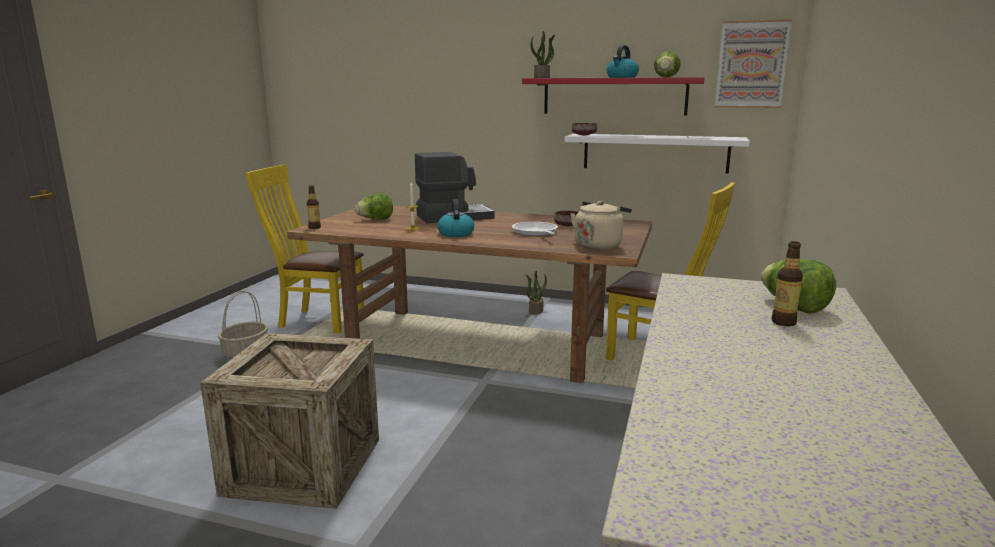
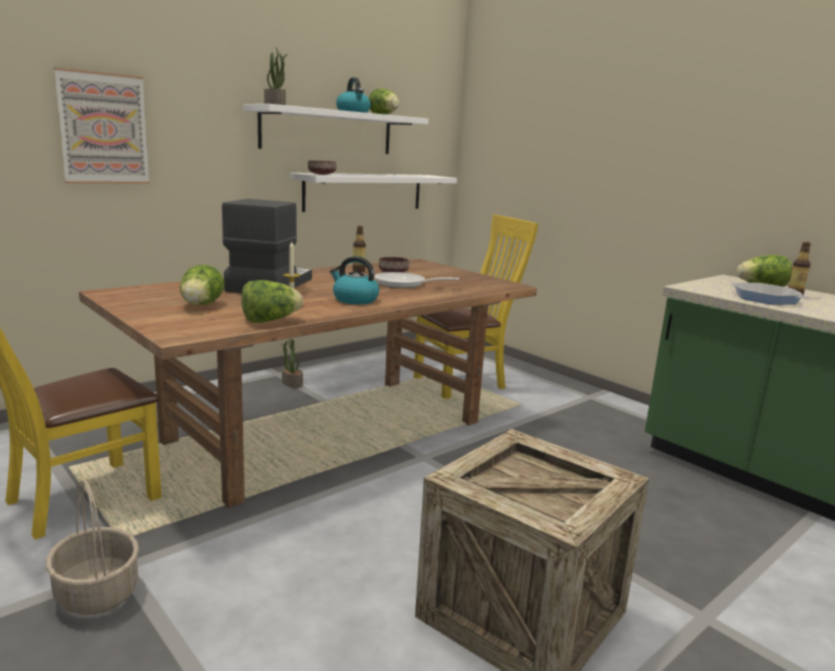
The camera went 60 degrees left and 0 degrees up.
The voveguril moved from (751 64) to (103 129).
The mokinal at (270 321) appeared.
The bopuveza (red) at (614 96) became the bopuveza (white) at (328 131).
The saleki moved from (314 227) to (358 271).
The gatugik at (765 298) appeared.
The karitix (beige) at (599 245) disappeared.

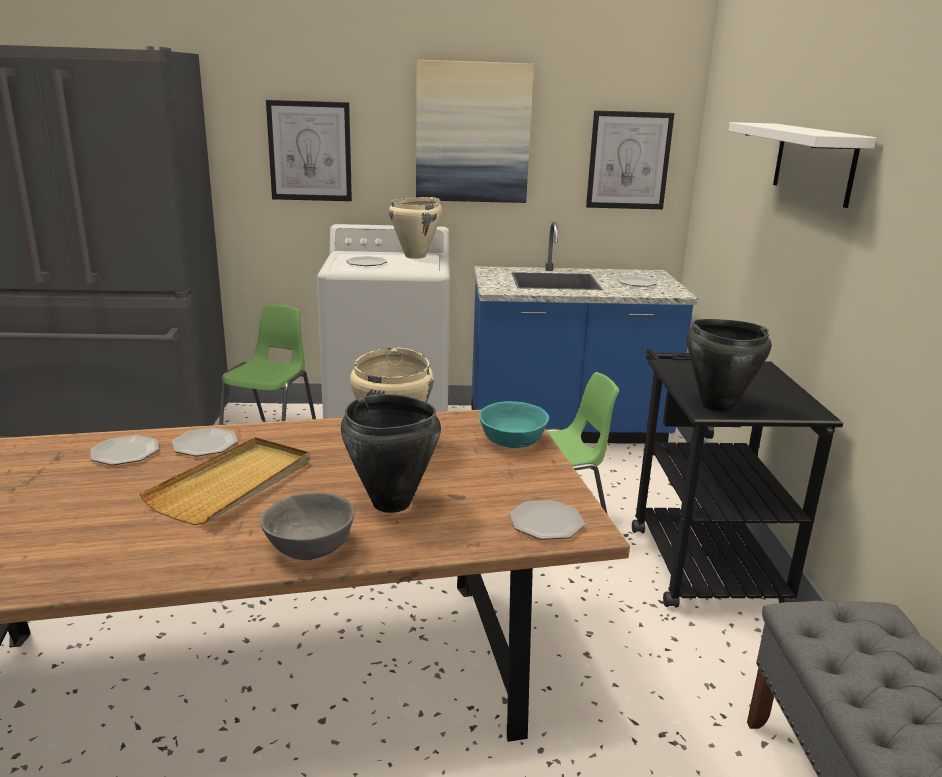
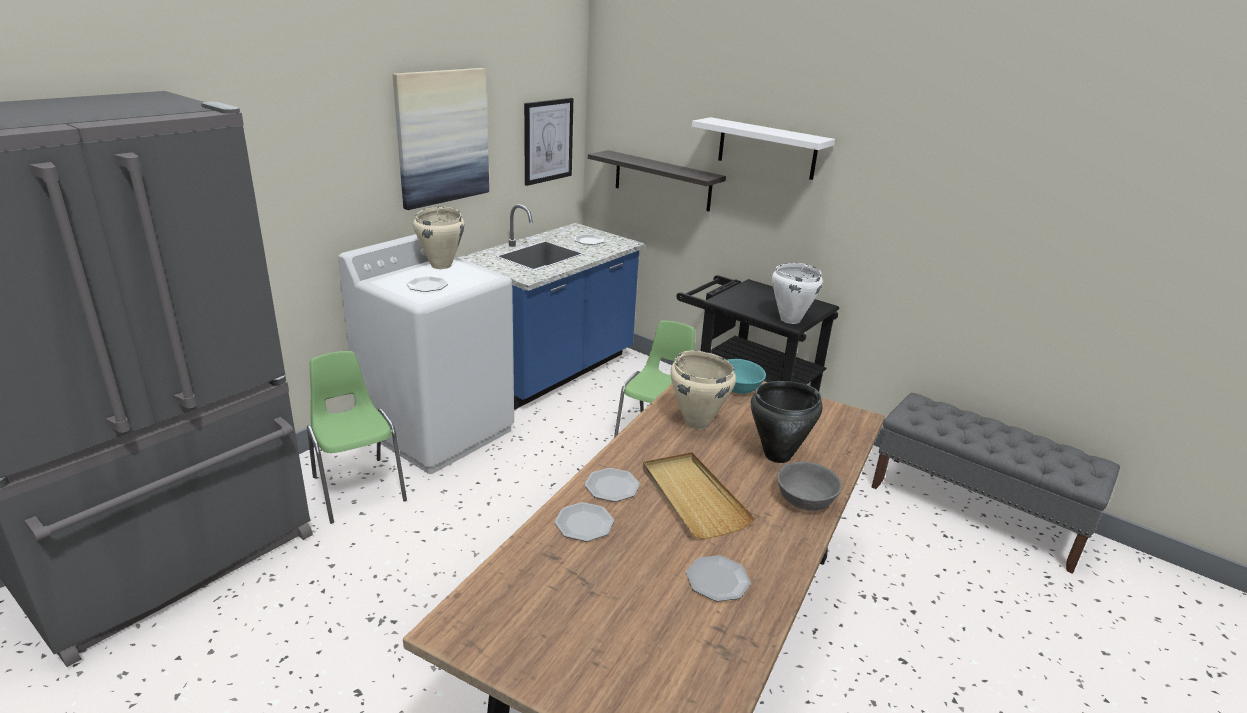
The camera went 50 degrees left and 5 degrees up.
The bopuveza at (662 180) appeared.
The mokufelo moved from (545 523) to (718 580).
The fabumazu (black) at (716 406) became the fabumazu (white) at (789 320).
The voveguril at (310 151) disappeared.

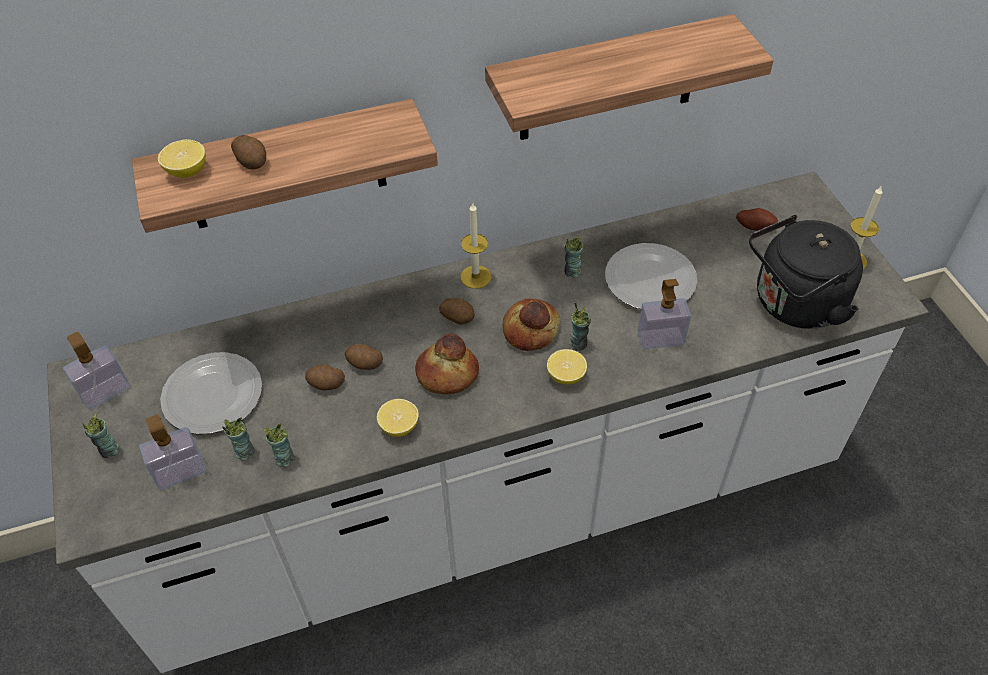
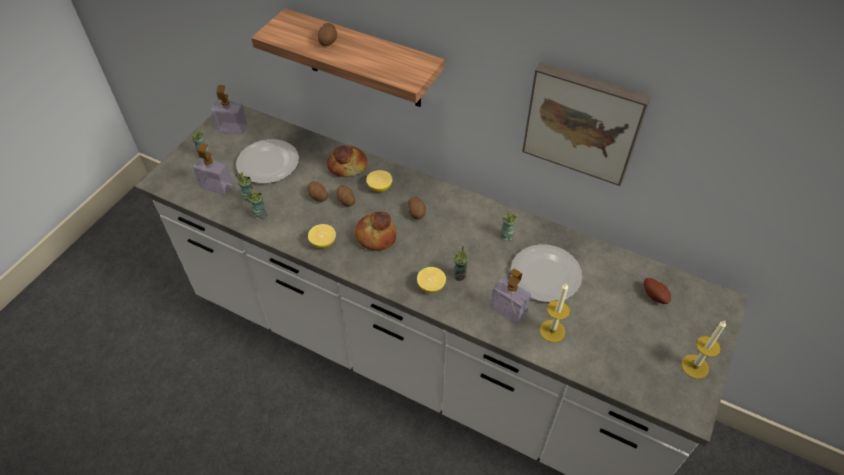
The camera went 45 degrees right and 0 degrees up.
The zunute moved from (530 330) to (347 166).
The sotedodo moved from (187 171) to (380 187).
The bopuveza at (608 80) was replaced by the voveguril at (583 122).
The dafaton moved from (475 277) to (552 331).
The karitix (black) at (794 305) disappeared.

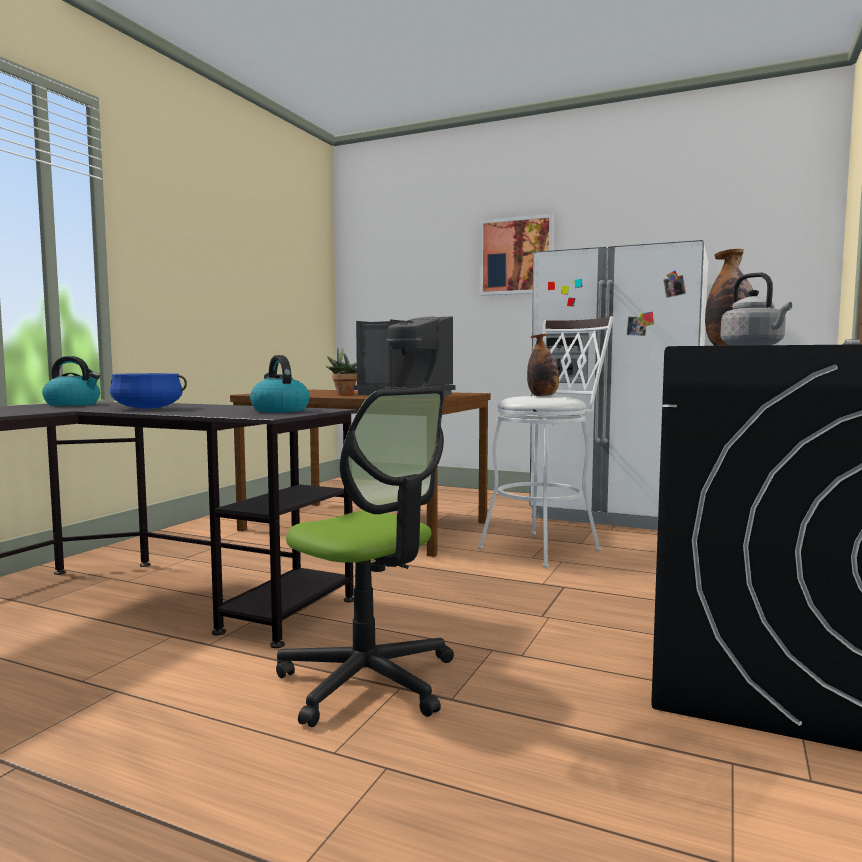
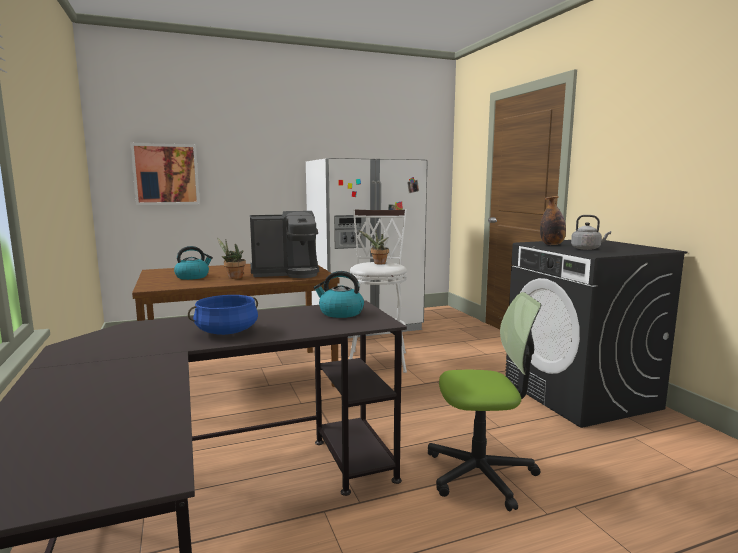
The camera went 45 degrees left and 5 degrees up.
The voveguril moved from (516 256) to (166 174).
The karitix moved from (73 404) to (193 277).
The saleki at (543 396) was replaced by the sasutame at (378 263).

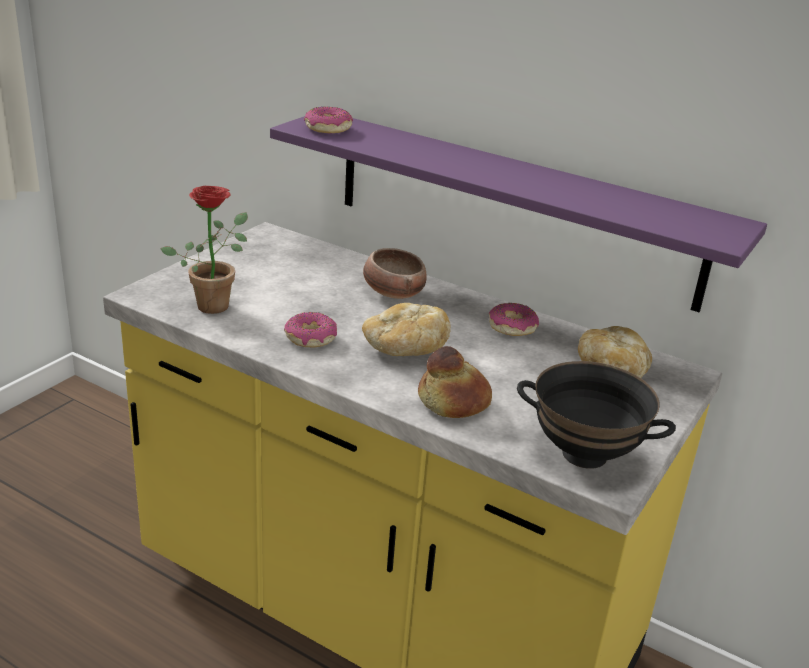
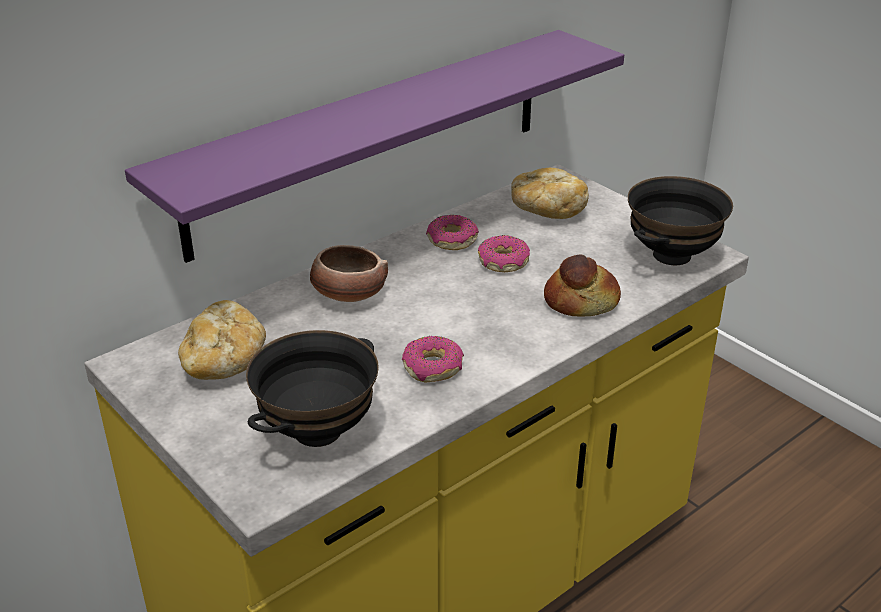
The camera went 70 degrees left and 5 degrees up.
The zunute moved from (404 349) to (224 362).
The sasutame at (215 303) was replaced by the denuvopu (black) at (317 430).
The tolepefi moved from (327 129) to (503 262).

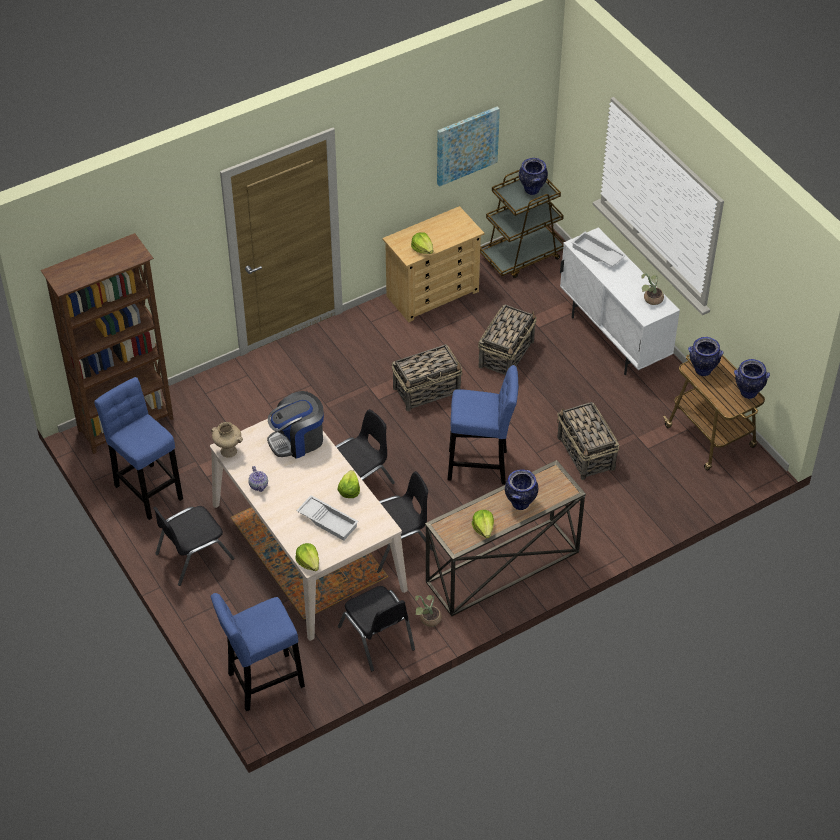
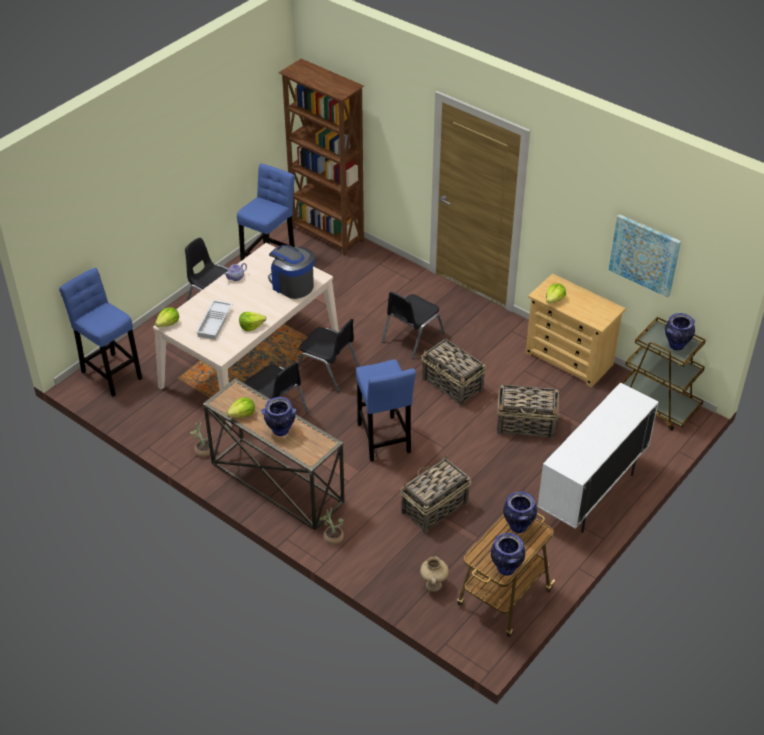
The camera went 70 degrees right and 5 degrees down.
The sasutame moved from (650 299) to (332 536).
The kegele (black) moved from (377 638) to (412 337).
The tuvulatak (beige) moved from (228 451) to (433 584).
The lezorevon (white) at (597 254) disappeared.

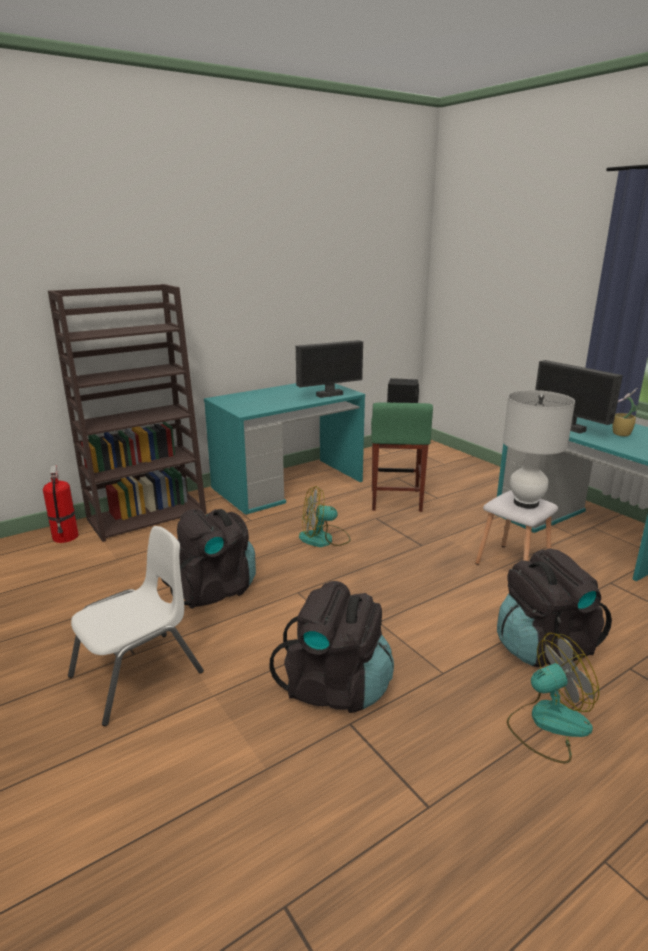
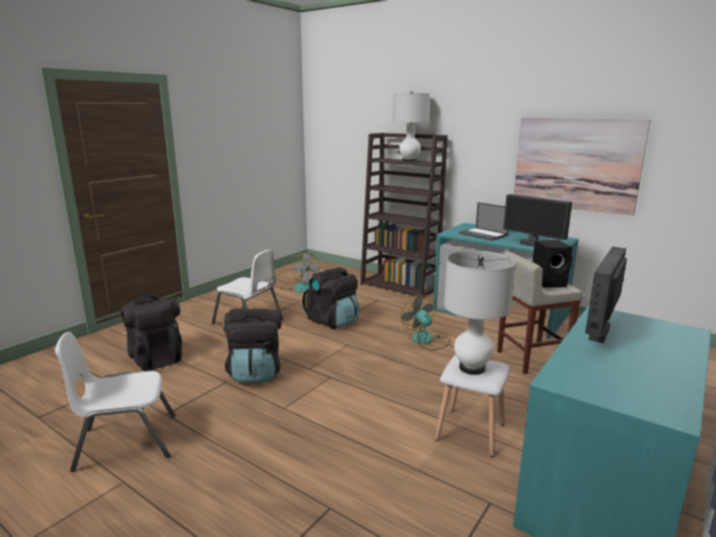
The camera went 70 degrees right and 5 degrees down.
The kegele (white) at (126 442) appeared.
The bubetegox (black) moved from (543 647) to (156 358).
The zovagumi moved from (548 724) to (299 287).
The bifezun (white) at (409 161) appeared.
The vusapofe at (484 234) appeared.
The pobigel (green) at (395 500) became the pobigel (beige) at (530 359).
The voveguril at (576 164) appeared.
The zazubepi at (65 537) disappeared.
The sasutame at (620 434) disappeared.

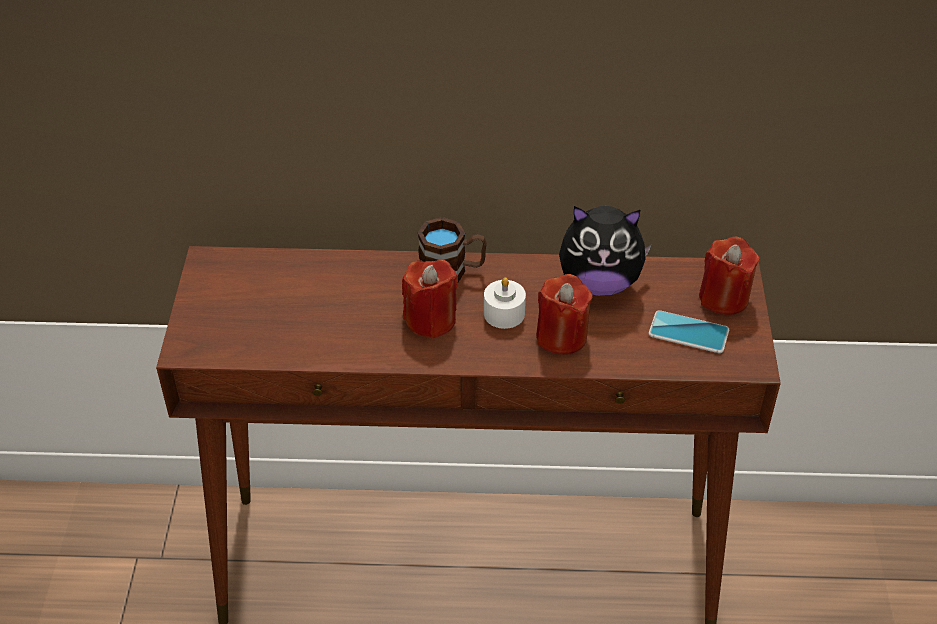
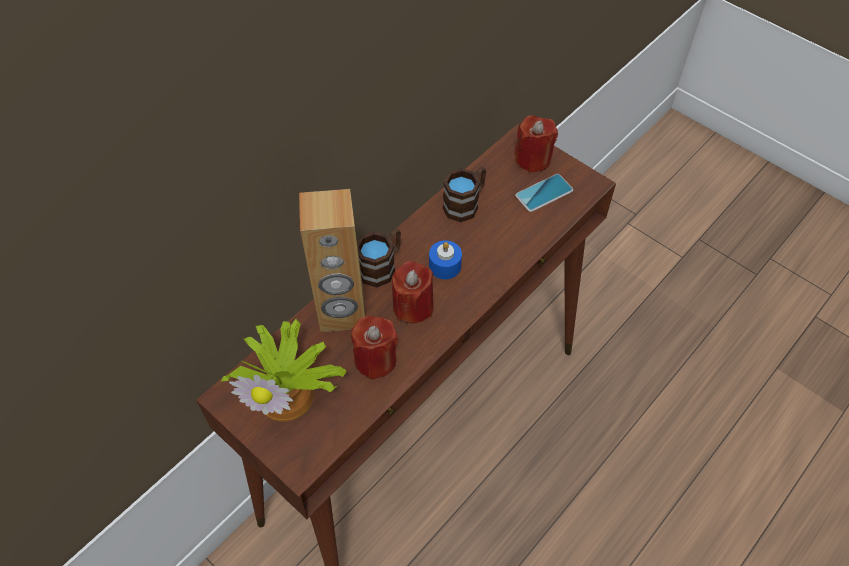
The camera went 50 degrees left and 10 degrees up.
The sasutame at (289 392) appeared.
The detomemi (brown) at (342 313) appeared.
The dafaton (red) moved from (561 336) to (375 359).
The dafaton (white) at (504 313) became the dafaton (blue) at (445 266).
The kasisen at (599 283) was replaced by the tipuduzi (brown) at (465 203).

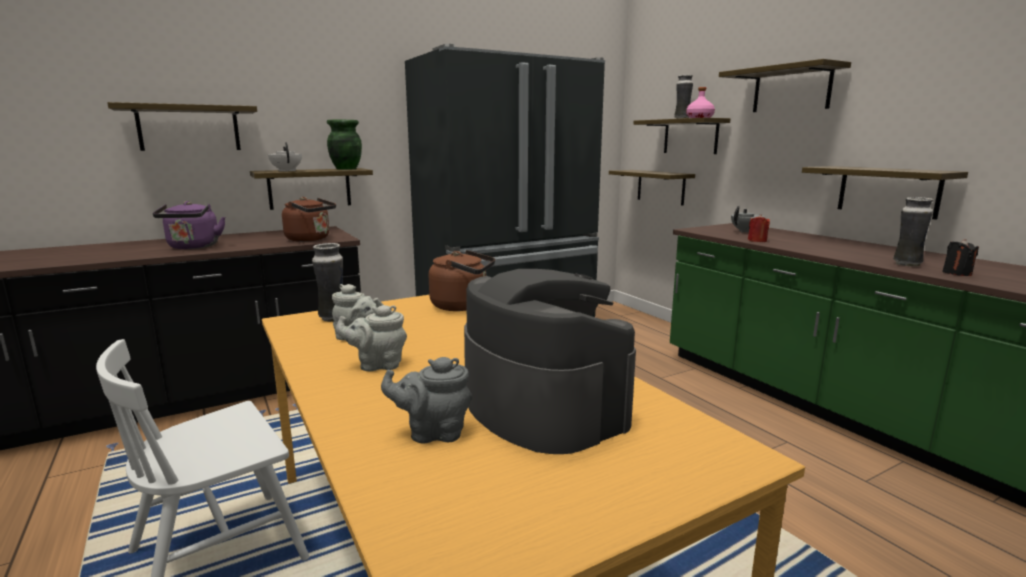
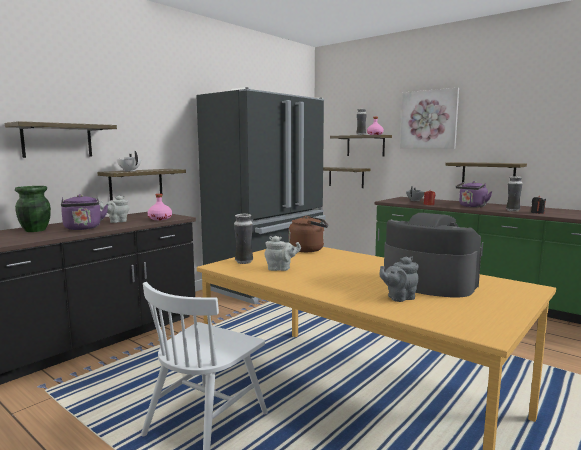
The camera went 20 degrees left and 5 degrees down.
The tuvulatak (green) moved from (346 169) to (35 230).
The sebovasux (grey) moved from (377 365) to (117 221).
The karitix (brown) at (310 239) was replaced by the saleki (pink) at (160 219).
The bopuveza at (791 89) was replaced by the voveguril at (429 119).
The karitix (purple) at (472 206) appeared.

